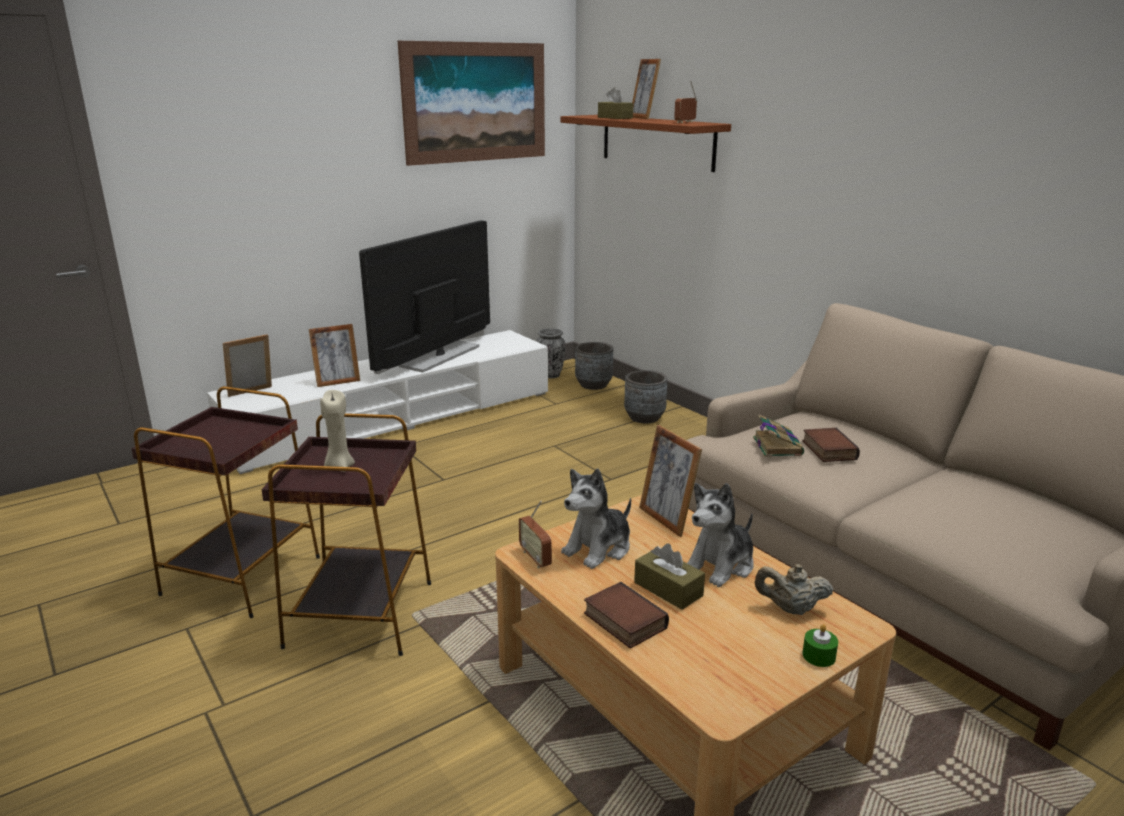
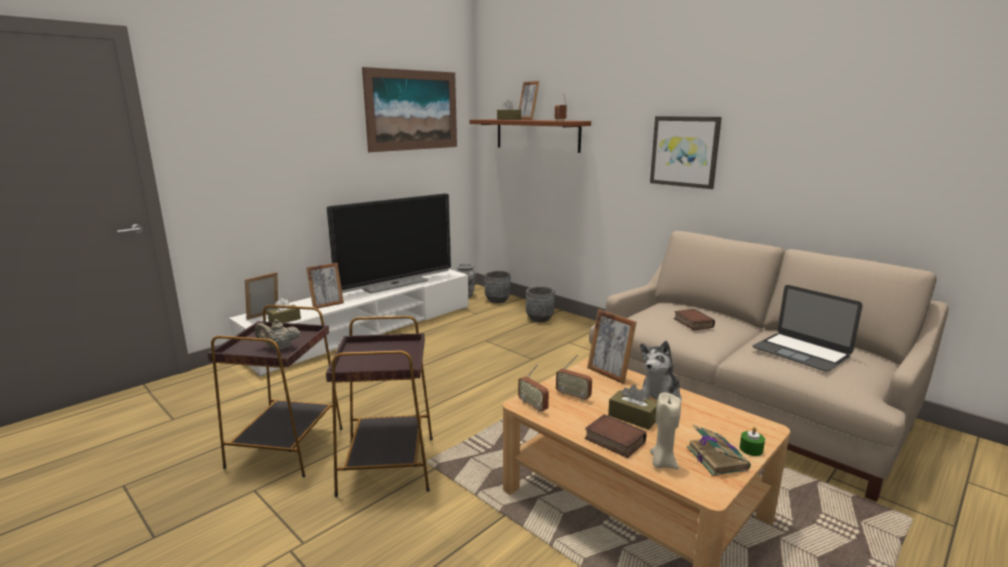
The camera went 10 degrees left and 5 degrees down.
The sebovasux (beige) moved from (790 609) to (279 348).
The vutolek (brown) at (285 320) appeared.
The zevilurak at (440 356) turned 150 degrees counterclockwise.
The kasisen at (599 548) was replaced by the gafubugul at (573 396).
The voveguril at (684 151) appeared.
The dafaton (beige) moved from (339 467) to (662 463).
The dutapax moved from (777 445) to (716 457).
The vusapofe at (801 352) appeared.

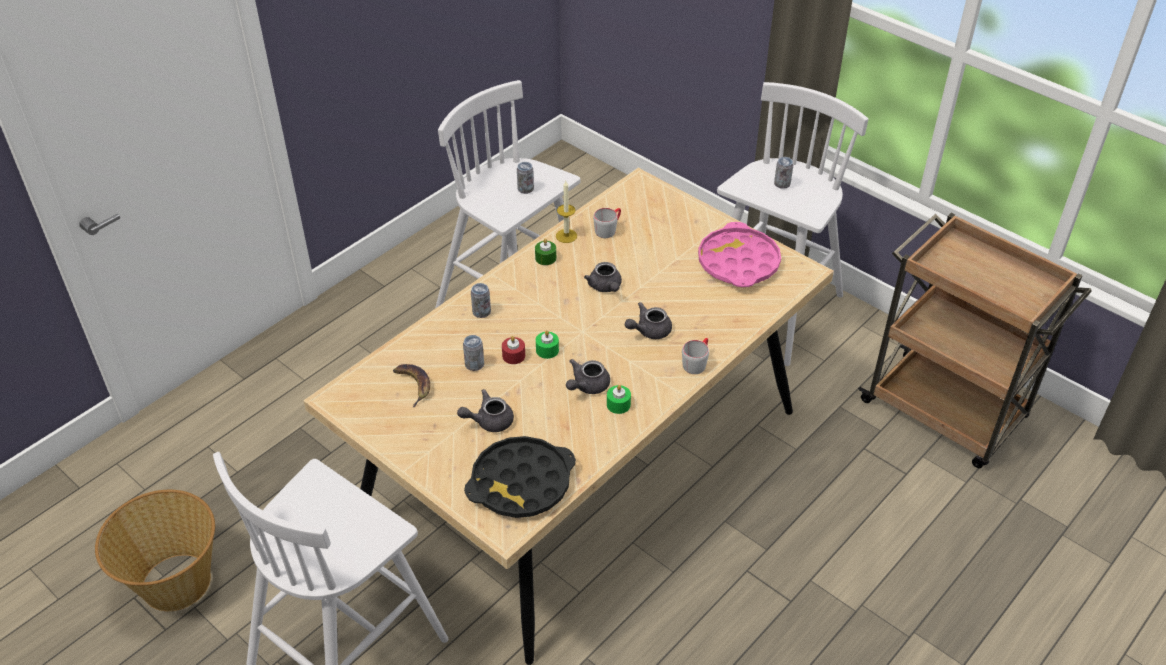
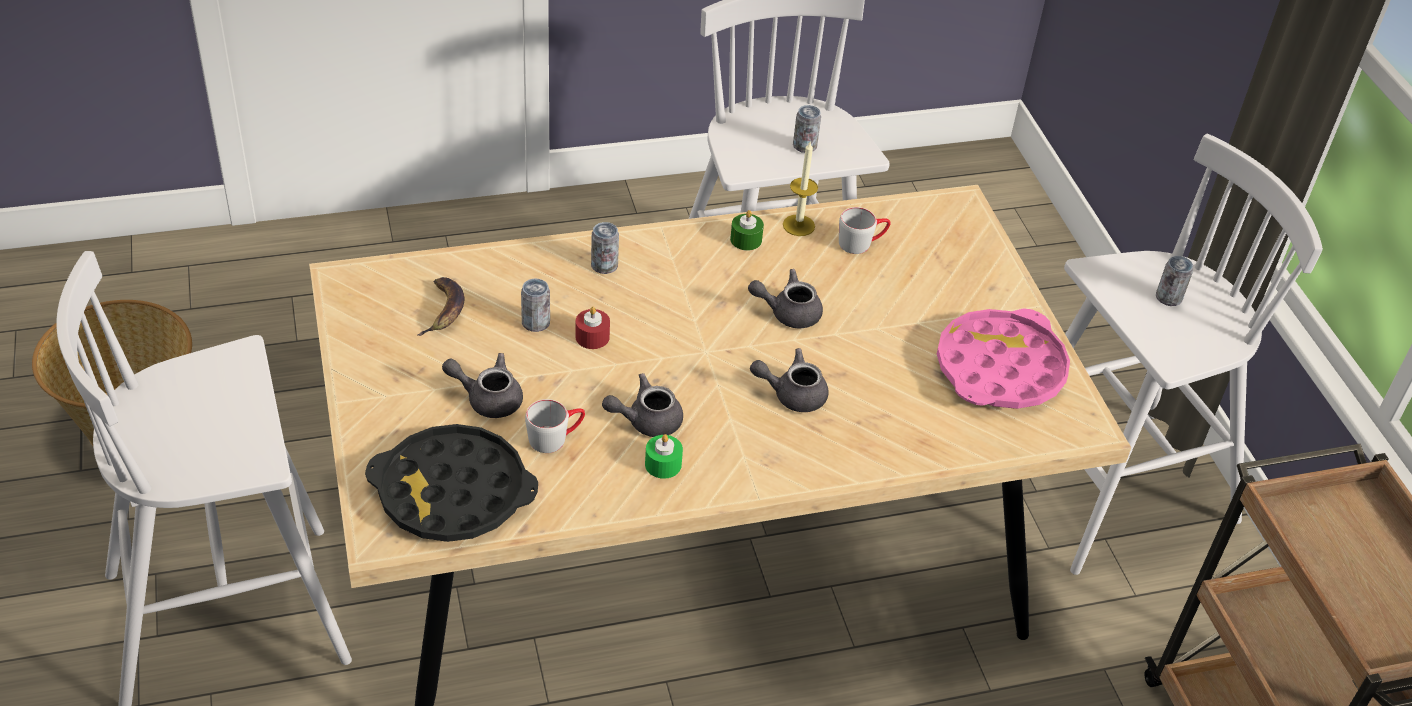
The camera went 30 degrees right and 0 degrees up.
The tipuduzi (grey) moved from (696 362) to (555 437).
The sebovasux (grey) at (605 287) turned 75 degrees clockwise.
The dafaton (green) at (547 350) disappeared.

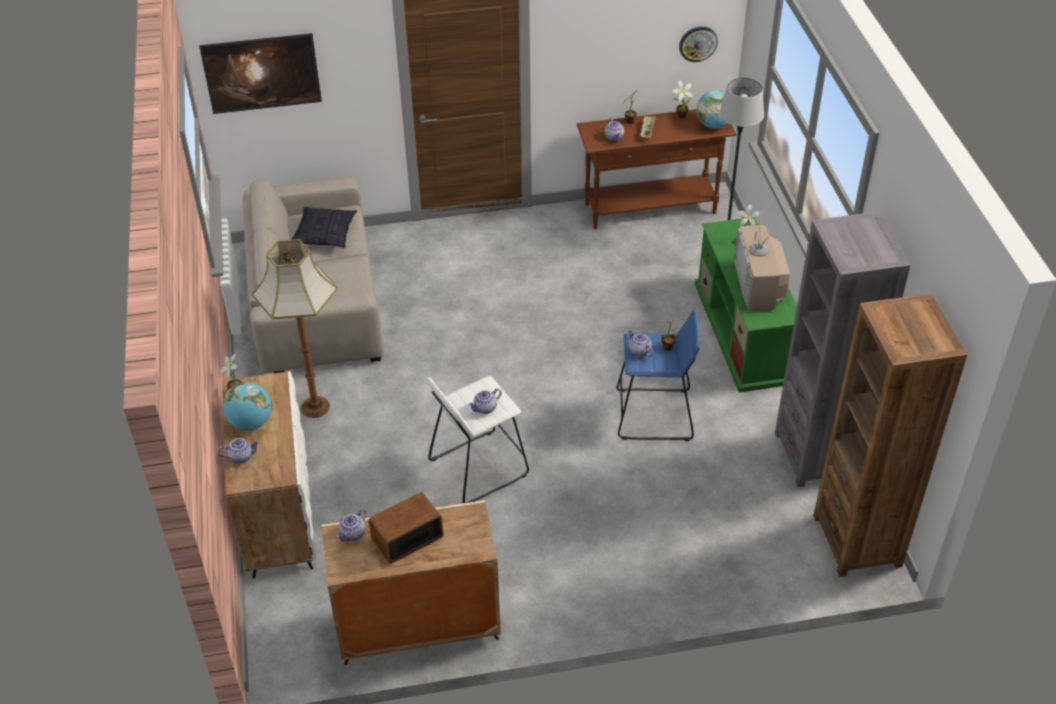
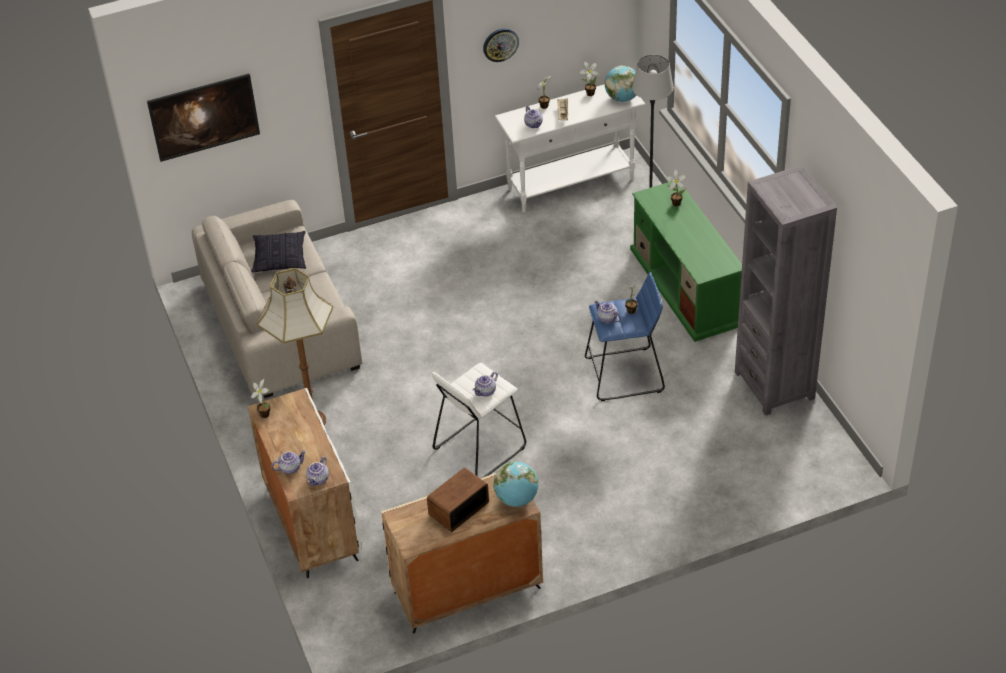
The camera went 10 degrees left and 0 degrees up.
The sebovasux moved from (353 534) to (318 479).
The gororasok moved from (698 43) to (500 44).
The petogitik moved from (251 423) to (516 499).
The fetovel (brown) at (651 209) became the fetovel (white) at (571 184).
The zevilurak at (759 285) disappeared.
The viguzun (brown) at (857 540) disappeared.

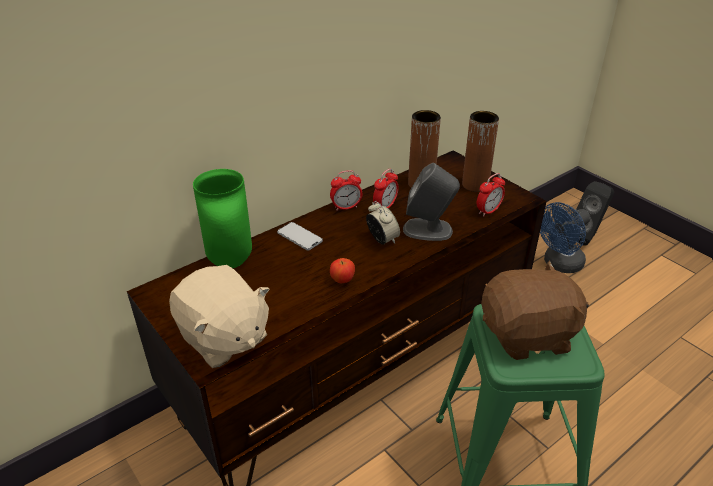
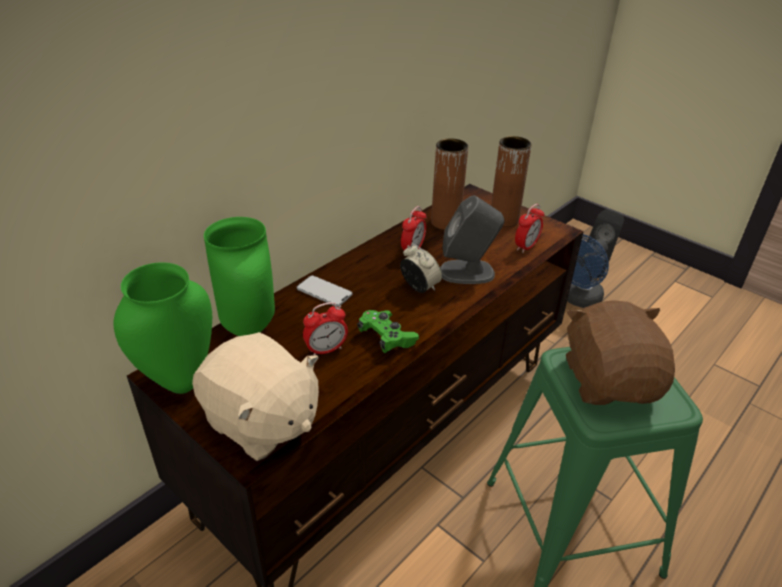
The camera went 10 degrees left and 0 degrees up.
The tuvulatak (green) at (181 383) appeared.
The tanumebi moved from (346 207) to (326 349).
The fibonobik at (342 280) was replaced by the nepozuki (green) at (387 338).
The kasisen (brown) at (528 335) turned 75 degrees counterclockwise.

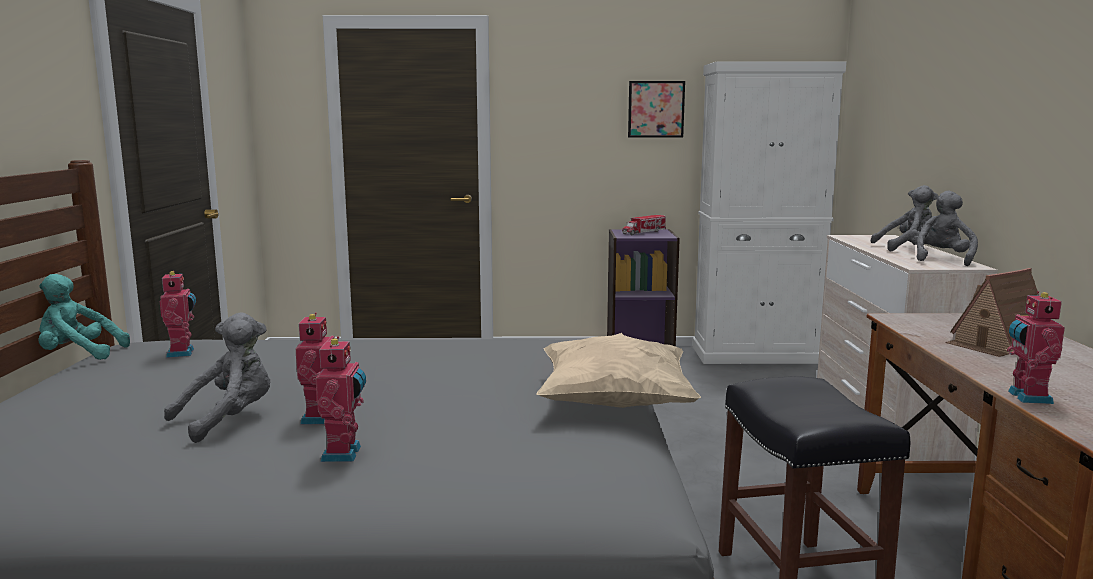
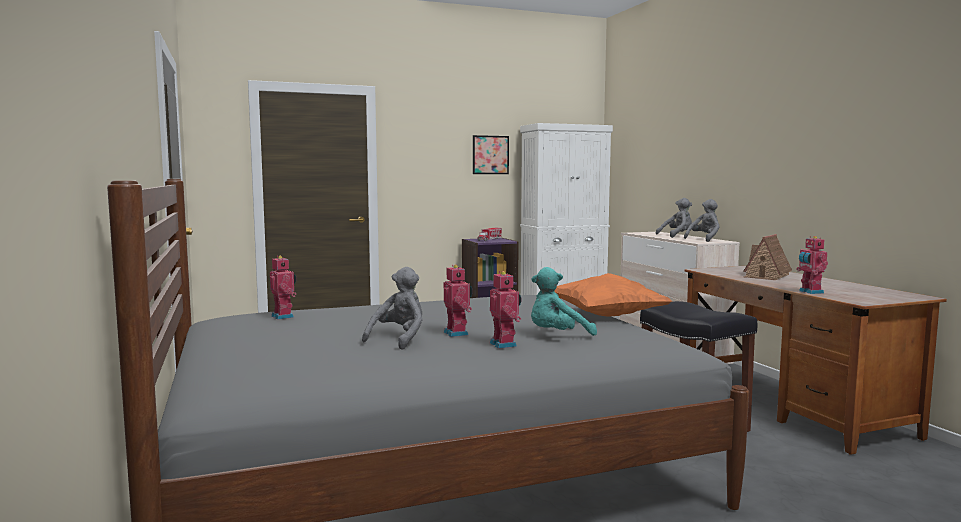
The camera went 20 degrees left and 5 degrees down.
The kasisen (turquoise) moved from (78 355) to (557 336).
The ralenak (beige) at (614 404) became the ralenak (orange) at (607 316).
The kasisen (grey) at (940 259) turned 45 degrees clockwise.

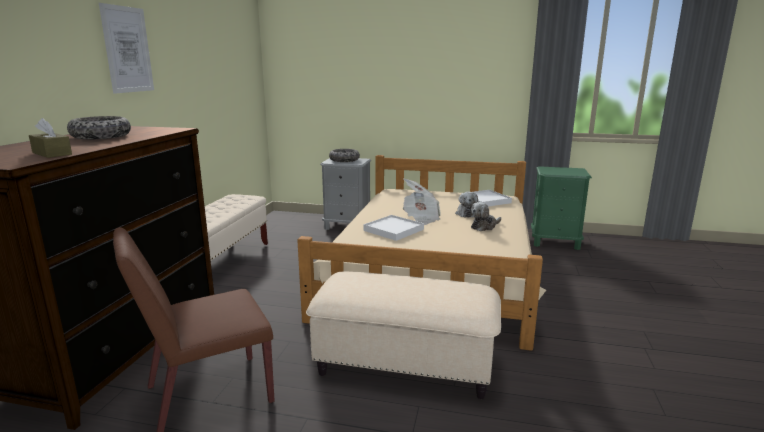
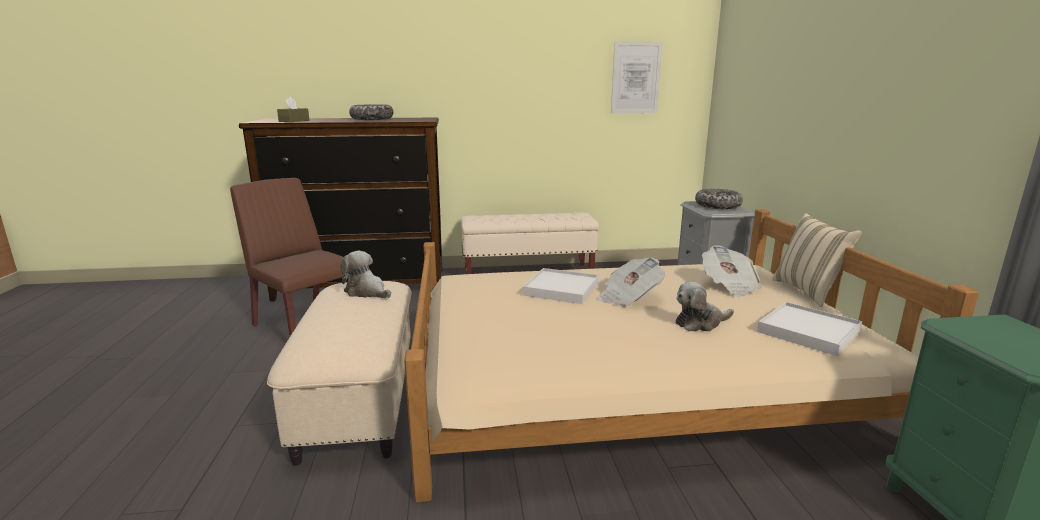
The camera went 70 degrees right and 0 degrees up.
The kasisen moved from (484 226) to (367 292).
The voveguril moved from (127 50) to (636 78).
The ralenak (beige) at (808 291) appeared.

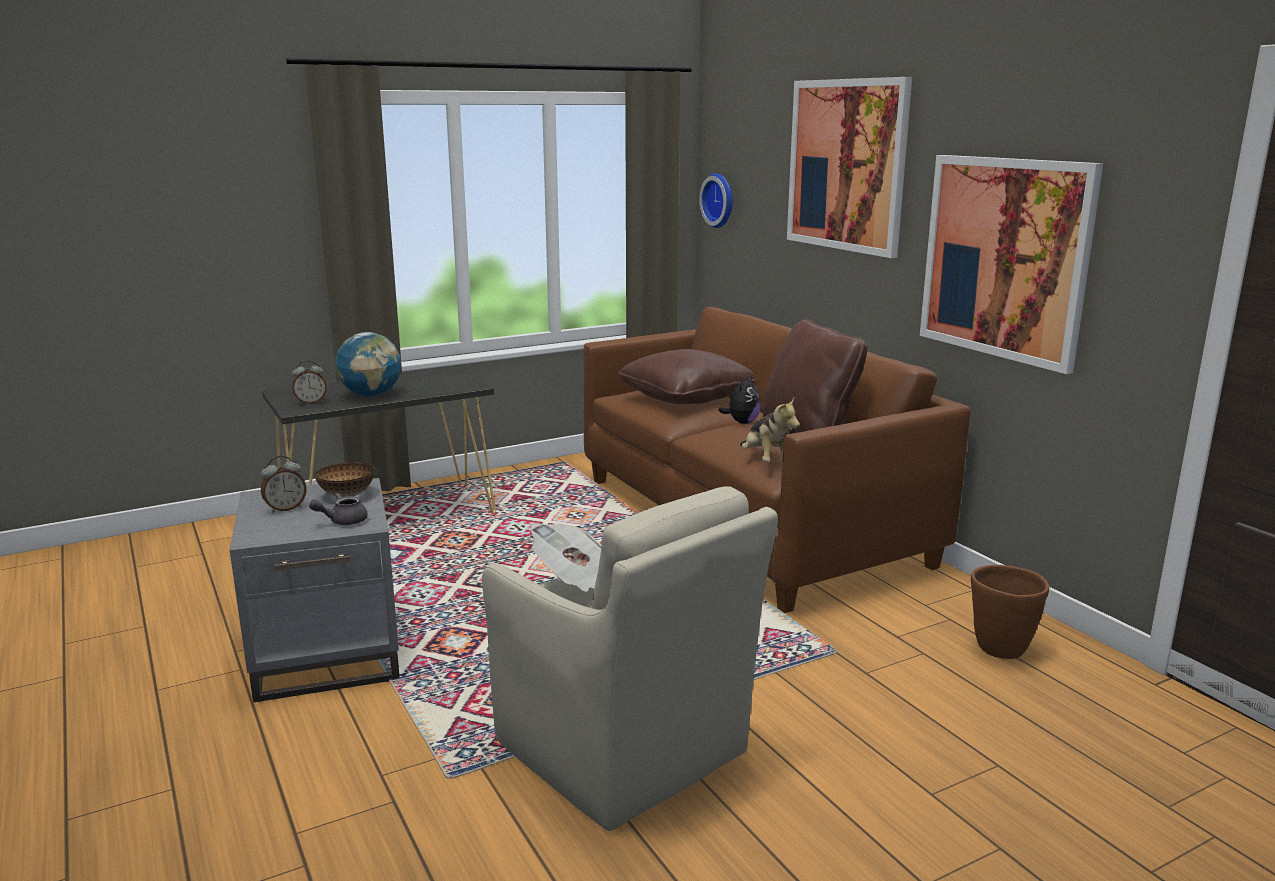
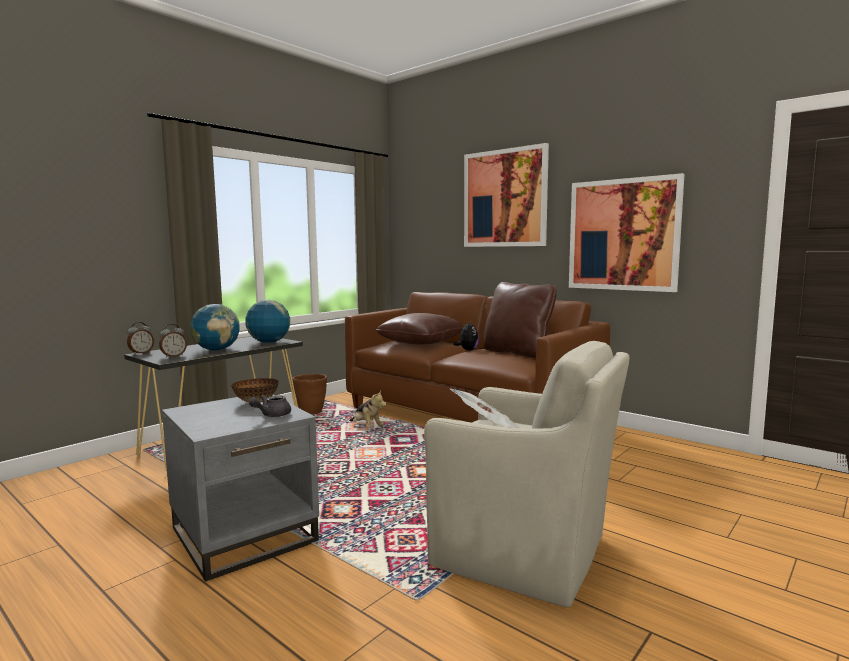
The camera went 20 degrees left and 10 degrees down.
The tanumebi moved from (285 508) to (141 353).
The petogitik at (269 342) appeared.
The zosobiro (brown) moved from (1000 649) to (311 412).
The kasisen moved from (766 460) to (366 427).
The gororasok at (720 200) disappeared.

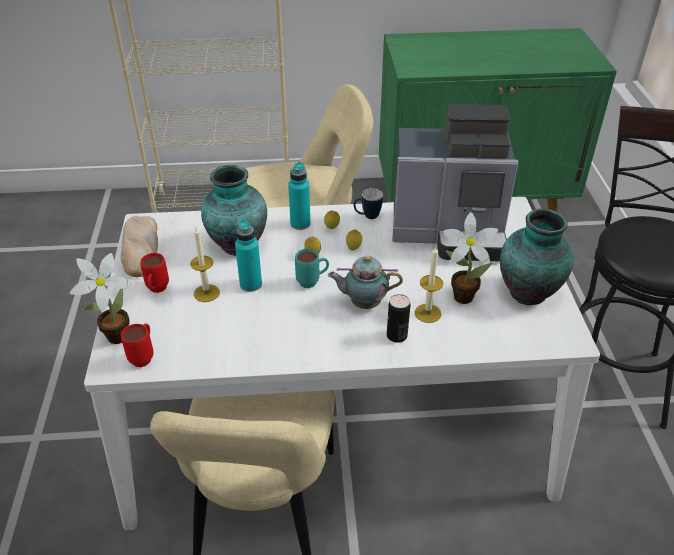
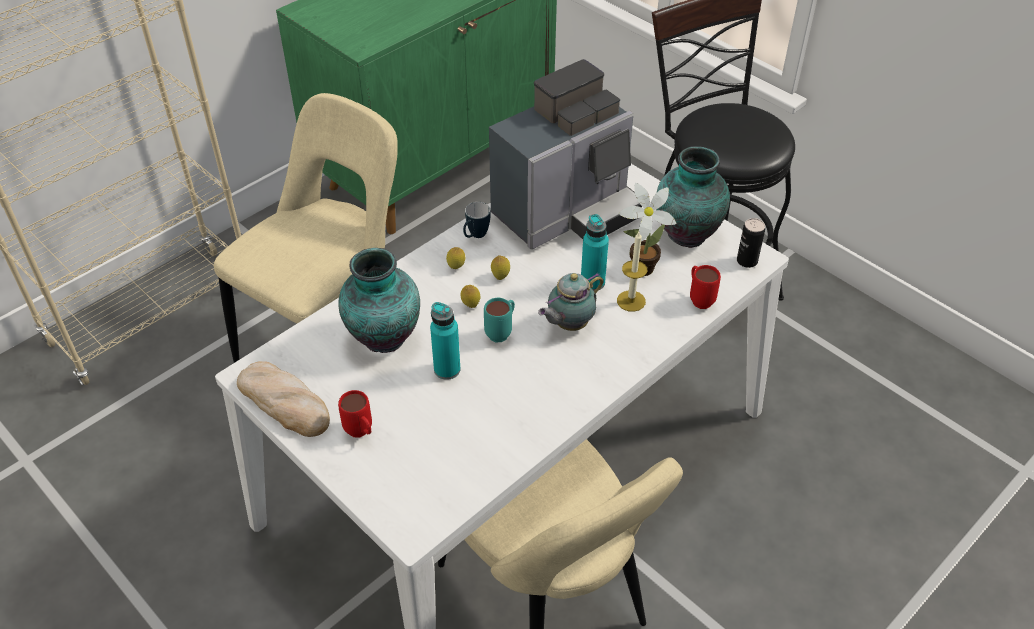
The camera went 40 degrees left and 5 degrees up.
The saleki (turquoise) moved from (300 223) to (592 282).
The tipuduzi (red) moved from (144 356) to (699 298).
The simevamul moved from (397 335) to (747 261).
The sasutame at (114 338) disappeared.
The dafaton at (206 293) disappeared.

